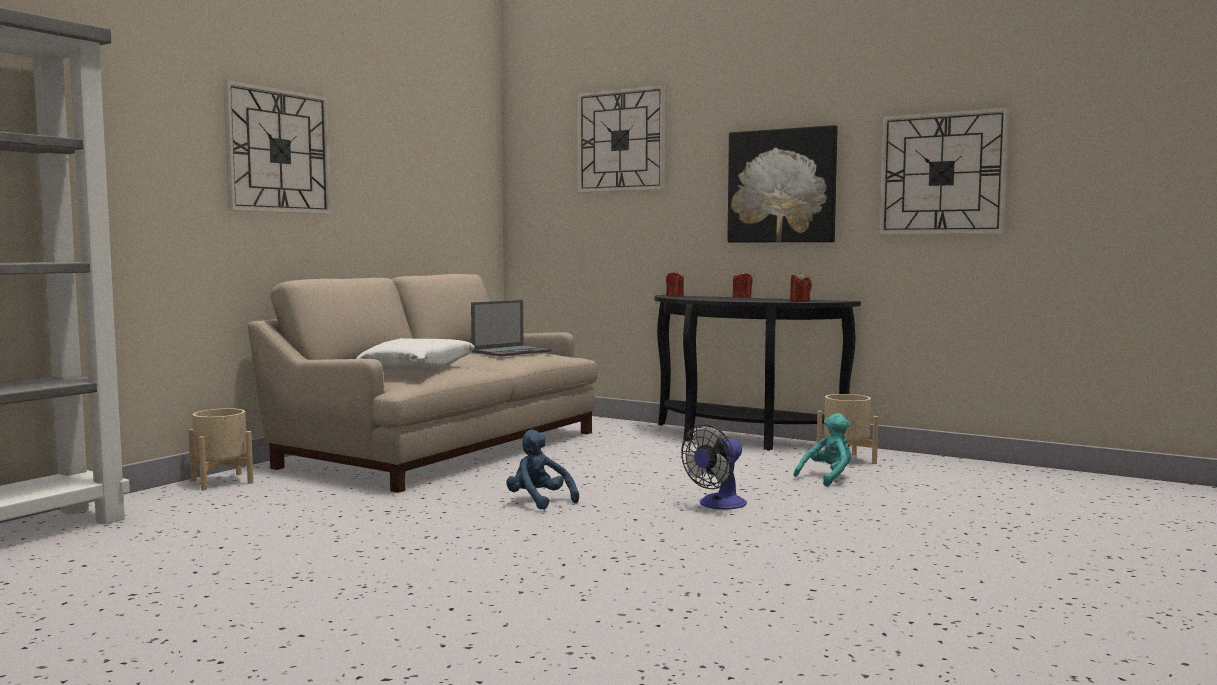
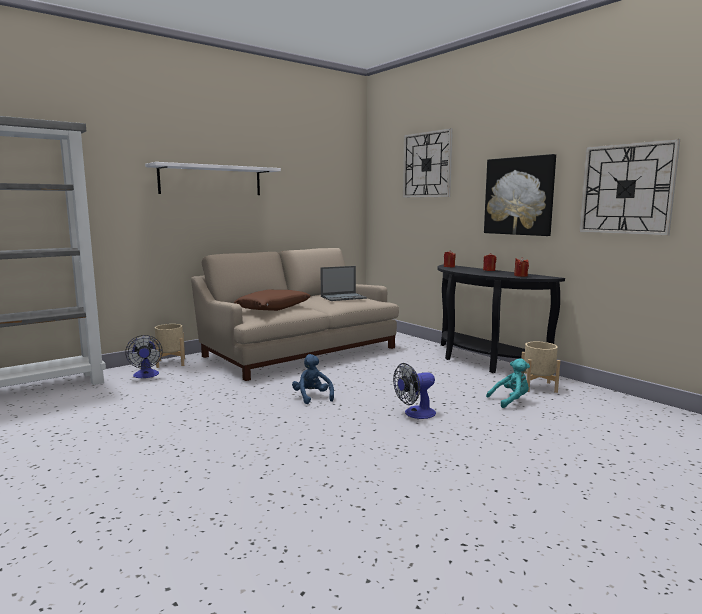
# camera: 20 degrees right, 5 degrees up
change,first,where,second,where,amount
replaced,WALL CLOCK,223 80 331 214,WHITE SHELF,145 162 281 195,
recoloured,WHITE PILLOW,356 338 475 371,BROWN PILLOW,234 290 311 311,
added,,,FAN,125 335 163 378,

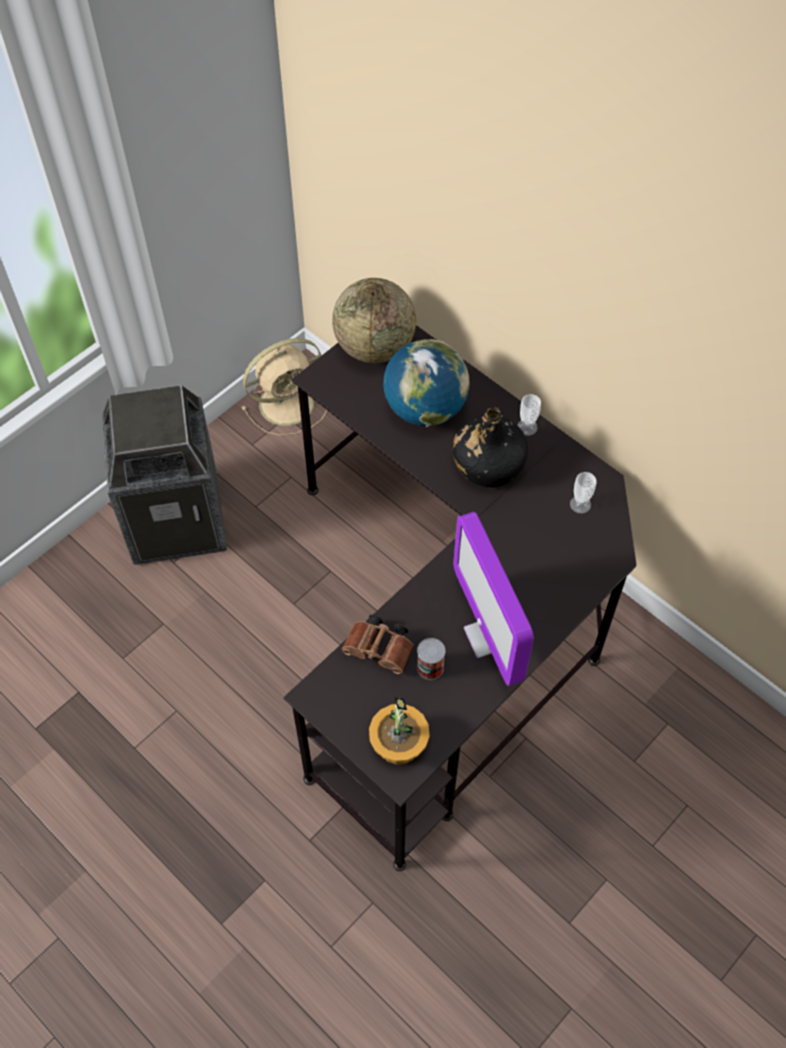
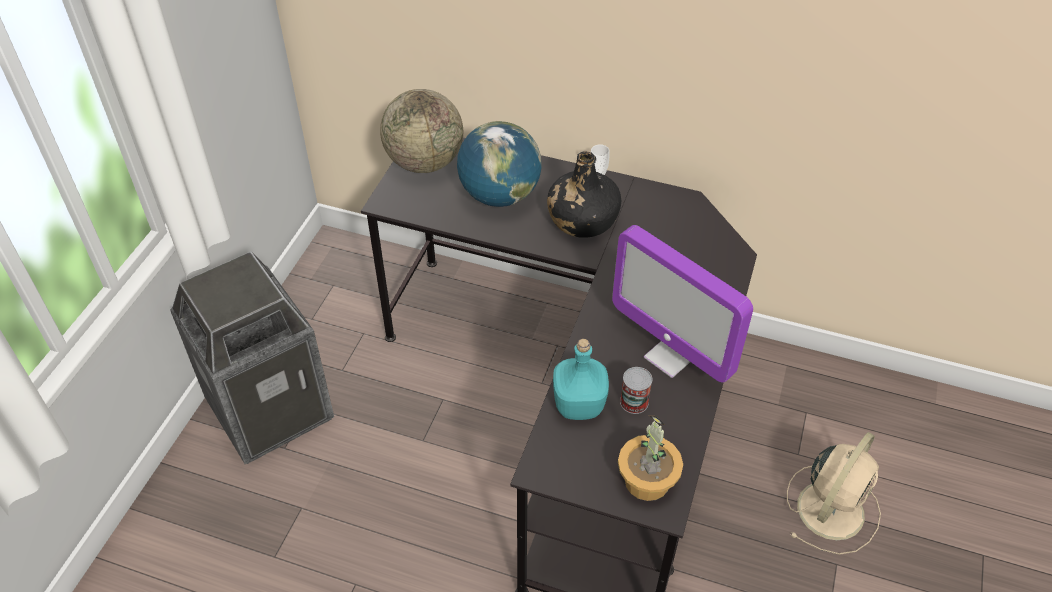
# camera: 25 degrees left, 10 degrees down
change,first,where,second,where,amount
moved,BEIGE FAN,241 338 328 436,,787 432 881 555,
replaced,BROWN BINOCULARS,342 615 413 674,TURQUOISE BOTTLE,553 339 609 420,
removed,CUP,570 472 596 513,,,

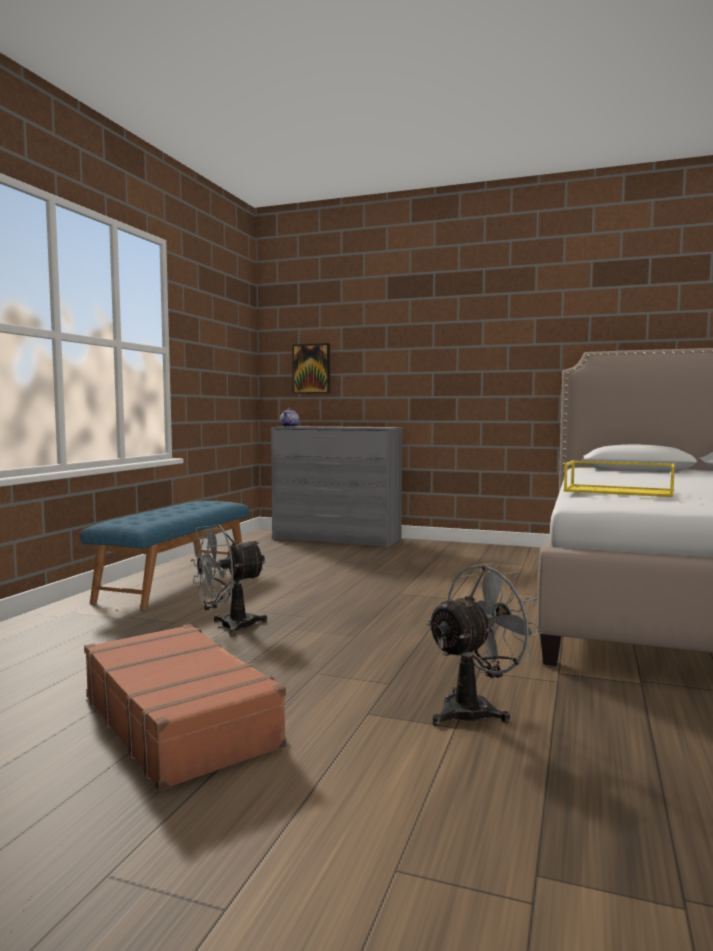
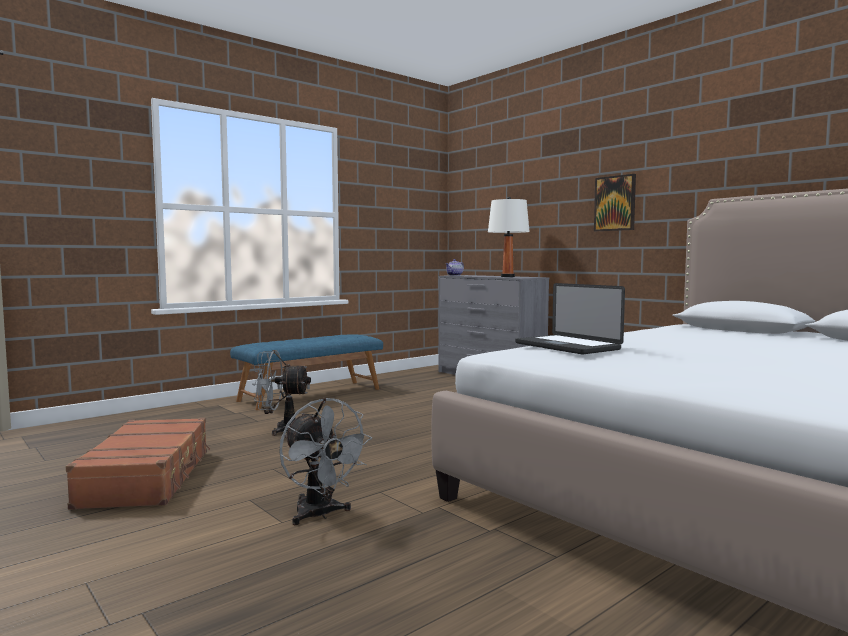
# camera: 30 degrees right, 0 degrees up
change,first,where,second,where,amount
moved,PICTURE,292 343 330 394,,594 174 636 231,
turned,GREY FAN,426 563 543 726,,279 398 372 525,60 degrees clockwise
replaced,YELLOW TRAY,563 460 675 497,LAPTOP,515 283 625 355,
added,,,WHITE TABLE LAMP,488 197 530 277,

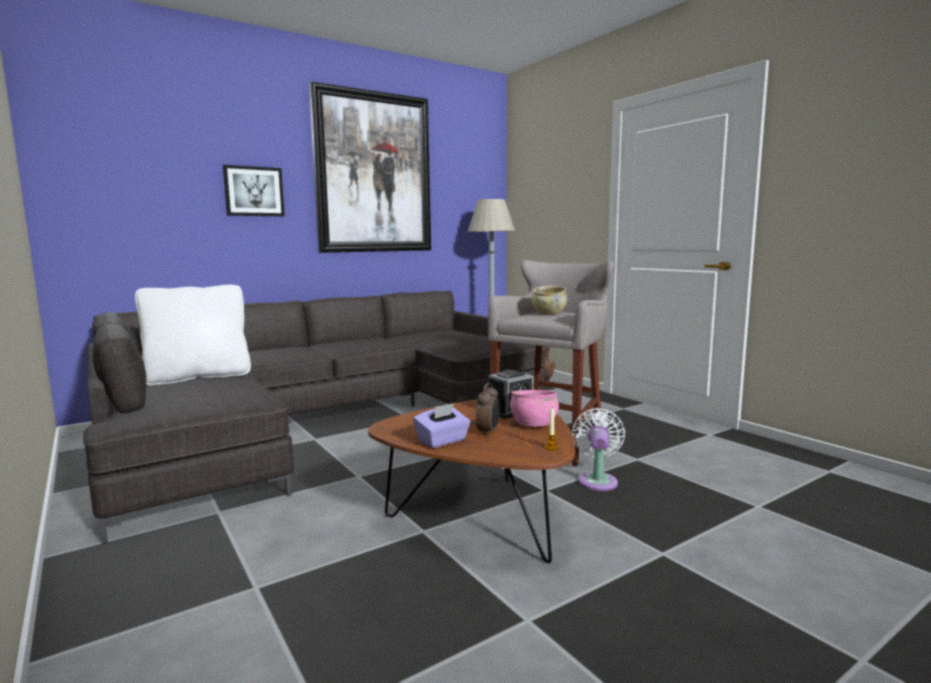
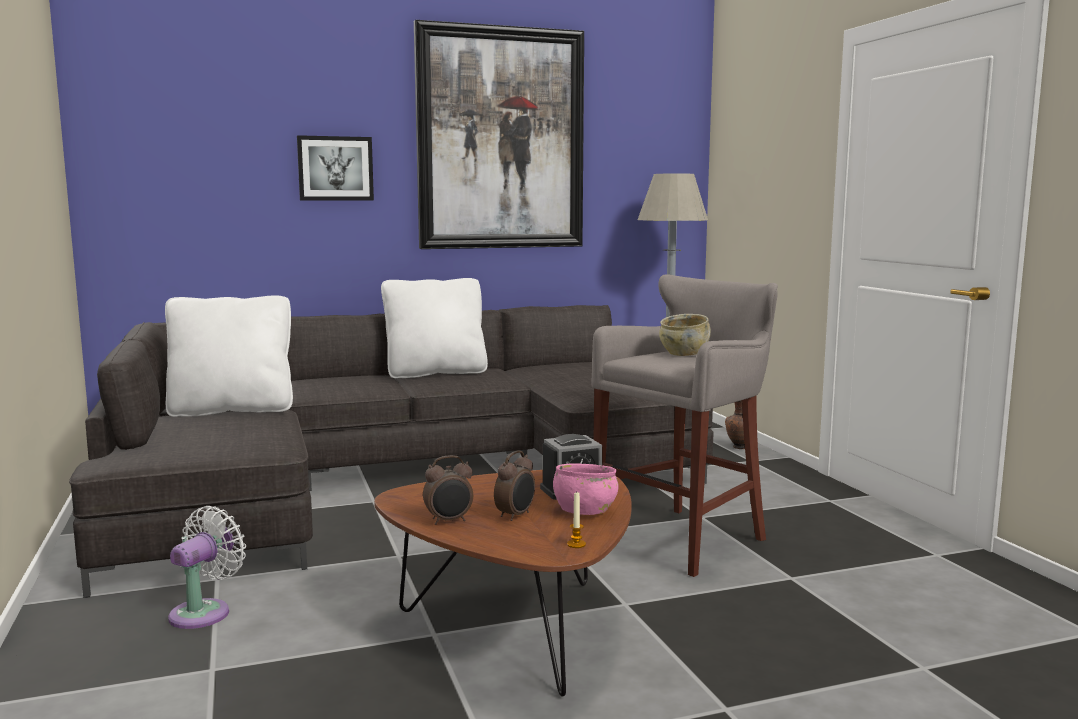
# camera: 15 degrees right, 0 degrees up
change,first,where,second,where,amount
replaced,PURPLE TISSUE BOX,413 403 470 448,ALARM CLOCK,423 455 473 525,
moved,WHITE FAN,572 408 625 491,,168 506 246 629,
added,,,WHITE PILLOW,381 278 488 378,

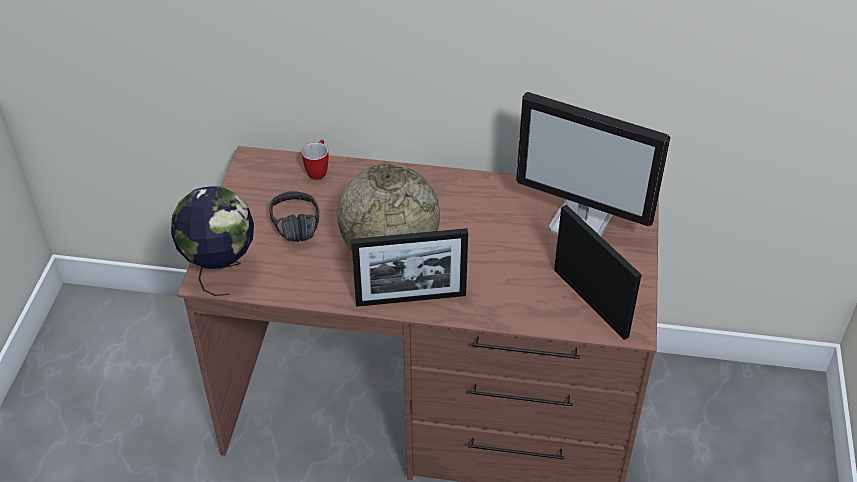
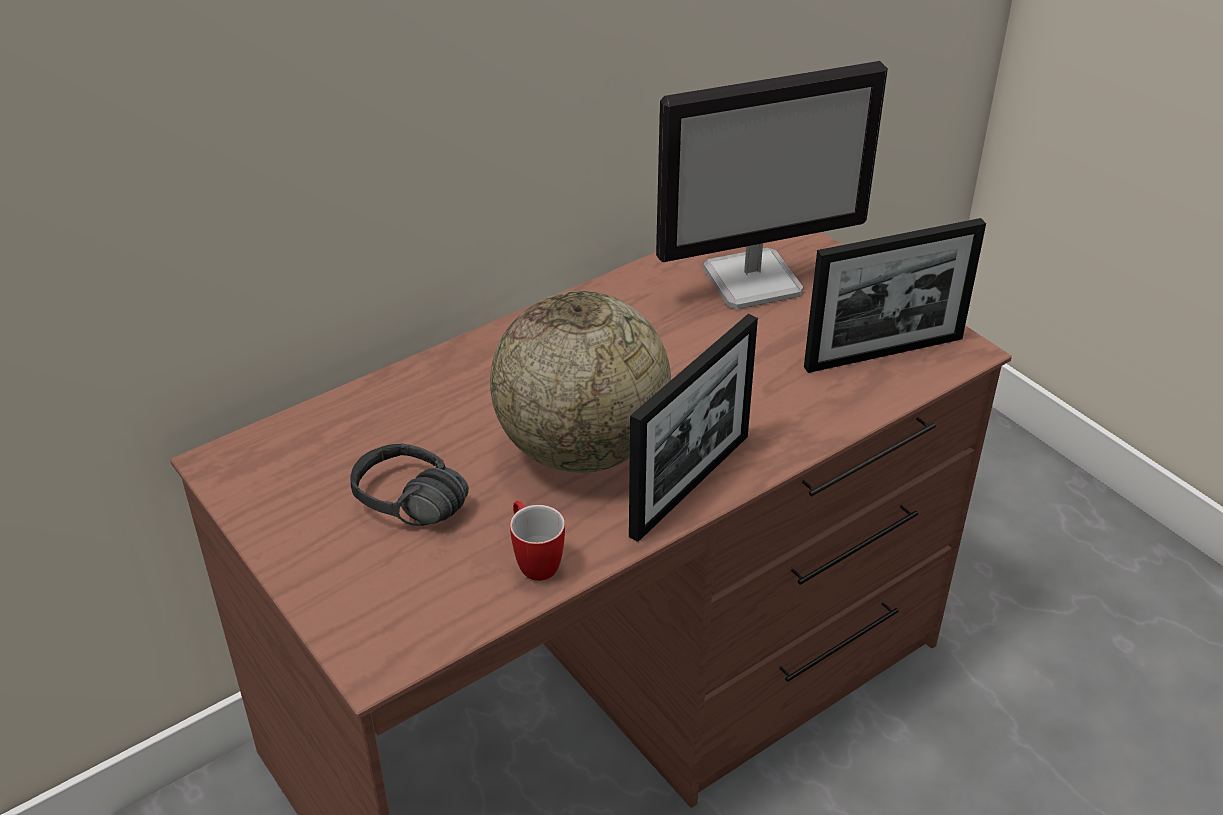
# camera: 45 degrees left, 5 degrees down
change,first,where,second,where,amount
removed,GLOBE,171 186 254 296,,,
moved,MUG,302 140 328 180,,510 501 565 581,
turned,PICTURE FRAME,554 205 642 340,,804 218 986 373,150 degrees clockwise

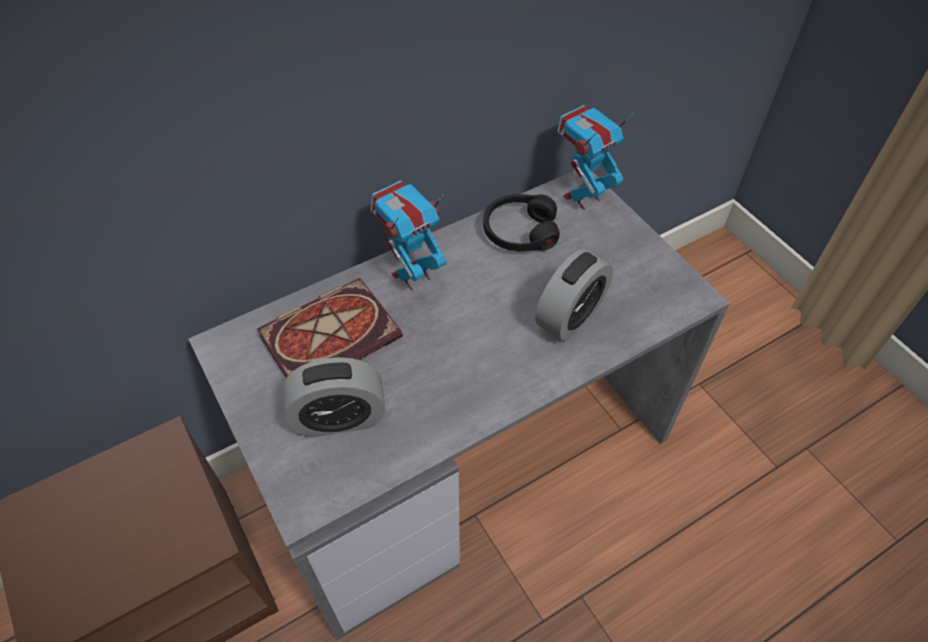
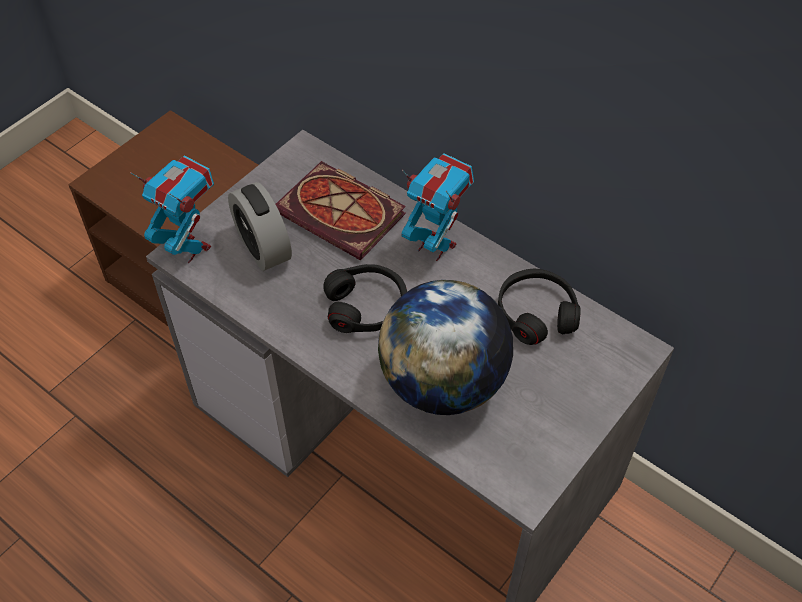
# camera: 70 degrees right, 0 degrees up
change,first,where,second,where,amount
replaced,ALARM CLOCK,535 249 613 341,GLOBE,378 280 513 415,
moved,TOY ROBOT,557 105 634 210,,130 156 214 264,
added,,,BLACK HEADPHONES,323 264 407 333,

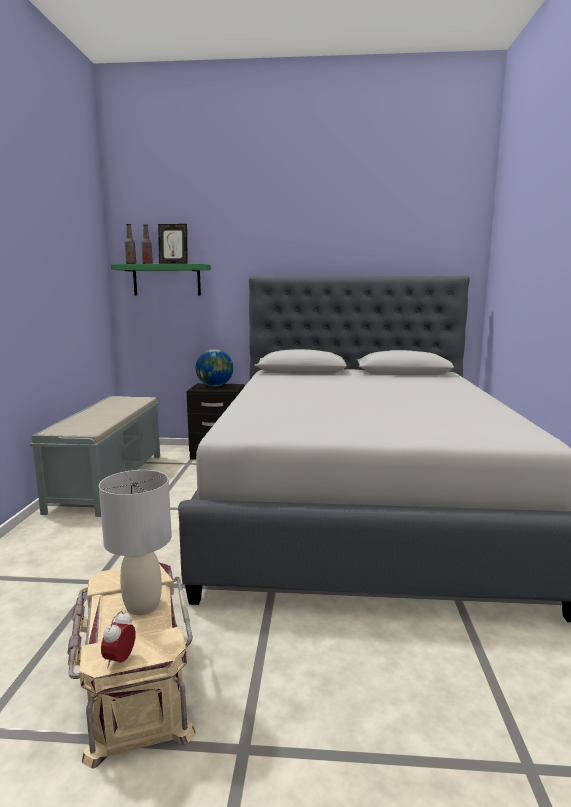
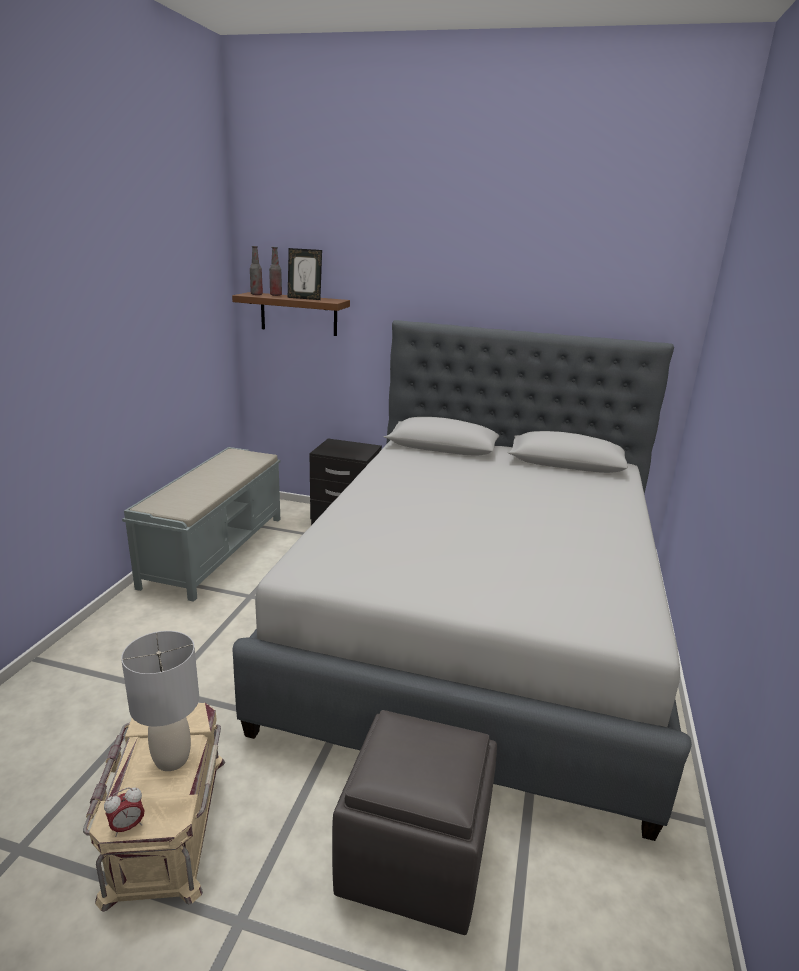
# camera: 10 degrees right, 10 degrees up
change,first,where,second,where,amount
turned,ALARM CLOCK,101 611 136 669,,104 787 145 837,150 degrees counterclockwise
recoloured,GREEN SHELF,111 264 211 296,BROWN SHELF,232 292 350 336,
removed,GLOBE,196 349 233 387,,,
added,,,GREY OTTOMAN,332 710 497 935,

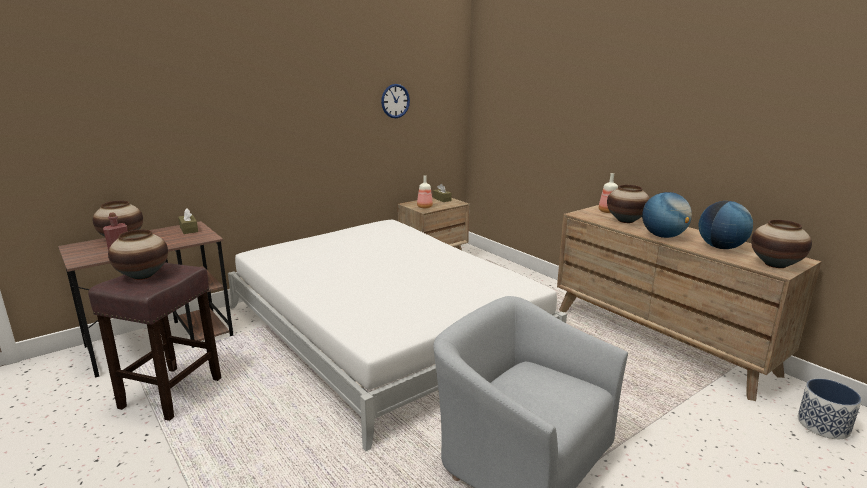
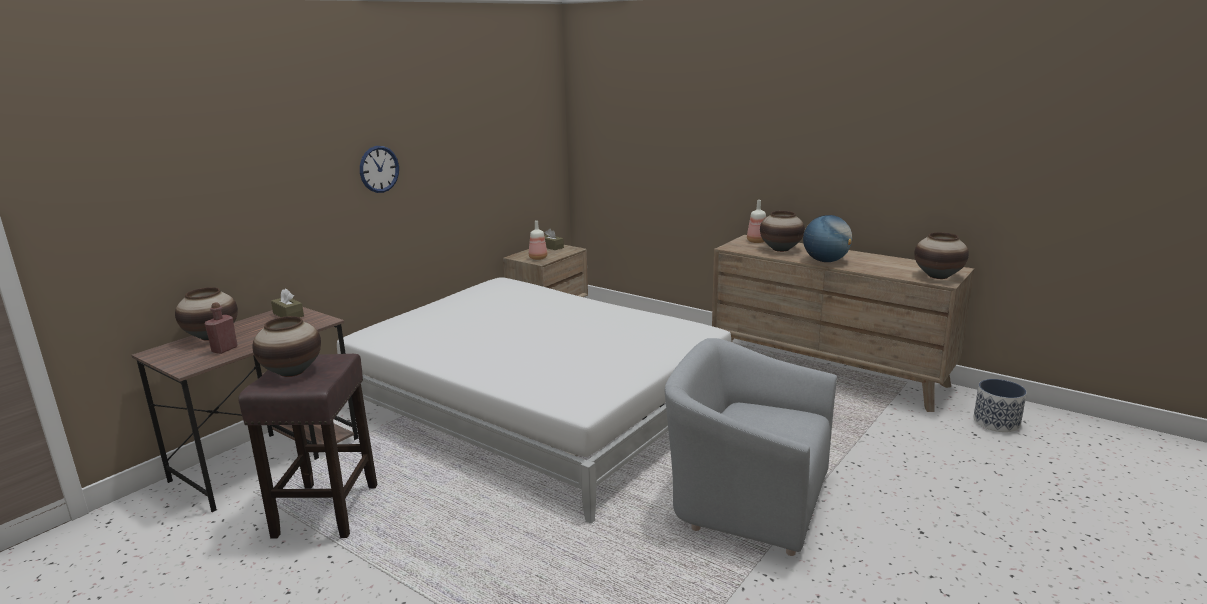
# camera: 15 degrees left, 0 degrees up
change,first,where,second,where,amount
moved,WALL CLOCK,381 84 410 118,,360 146 399 193,
removed,GLOBE,698 201 753 249,,,

